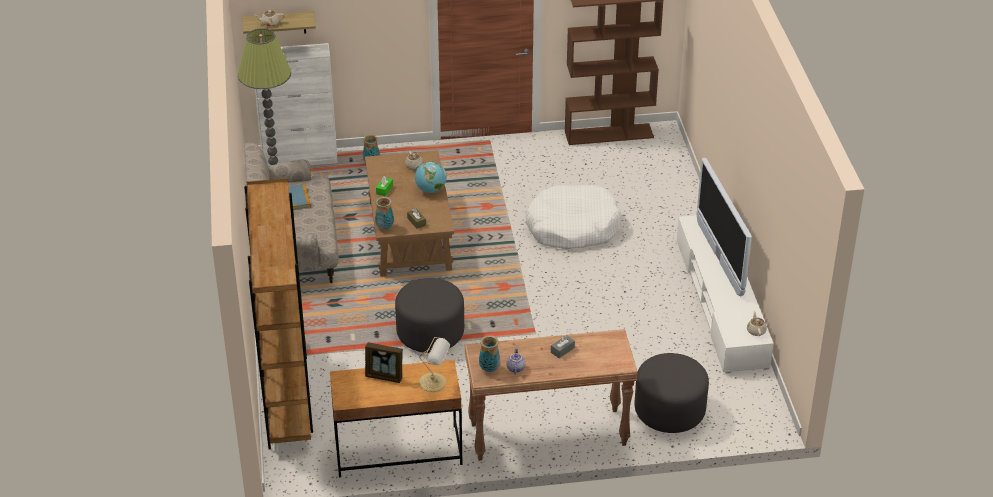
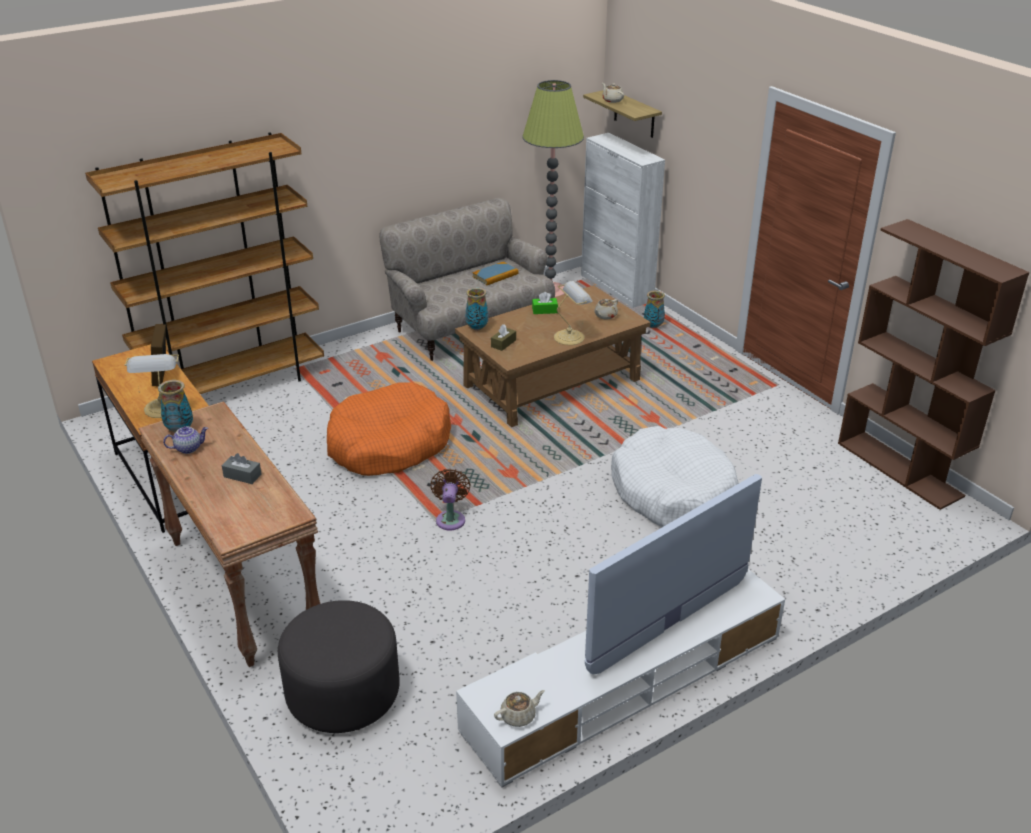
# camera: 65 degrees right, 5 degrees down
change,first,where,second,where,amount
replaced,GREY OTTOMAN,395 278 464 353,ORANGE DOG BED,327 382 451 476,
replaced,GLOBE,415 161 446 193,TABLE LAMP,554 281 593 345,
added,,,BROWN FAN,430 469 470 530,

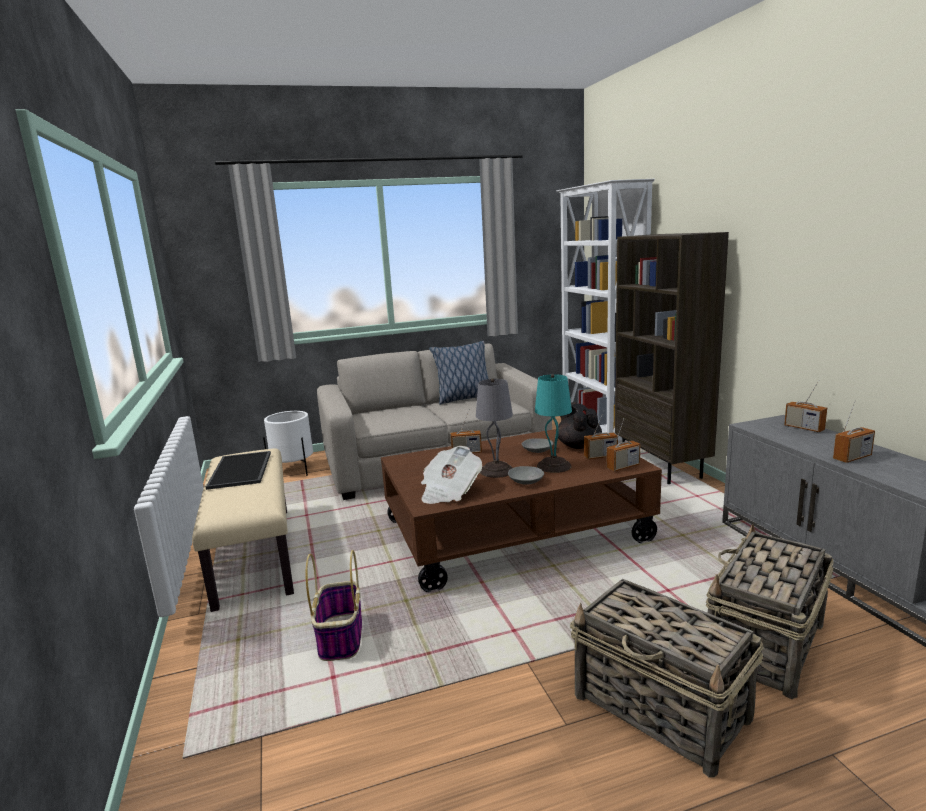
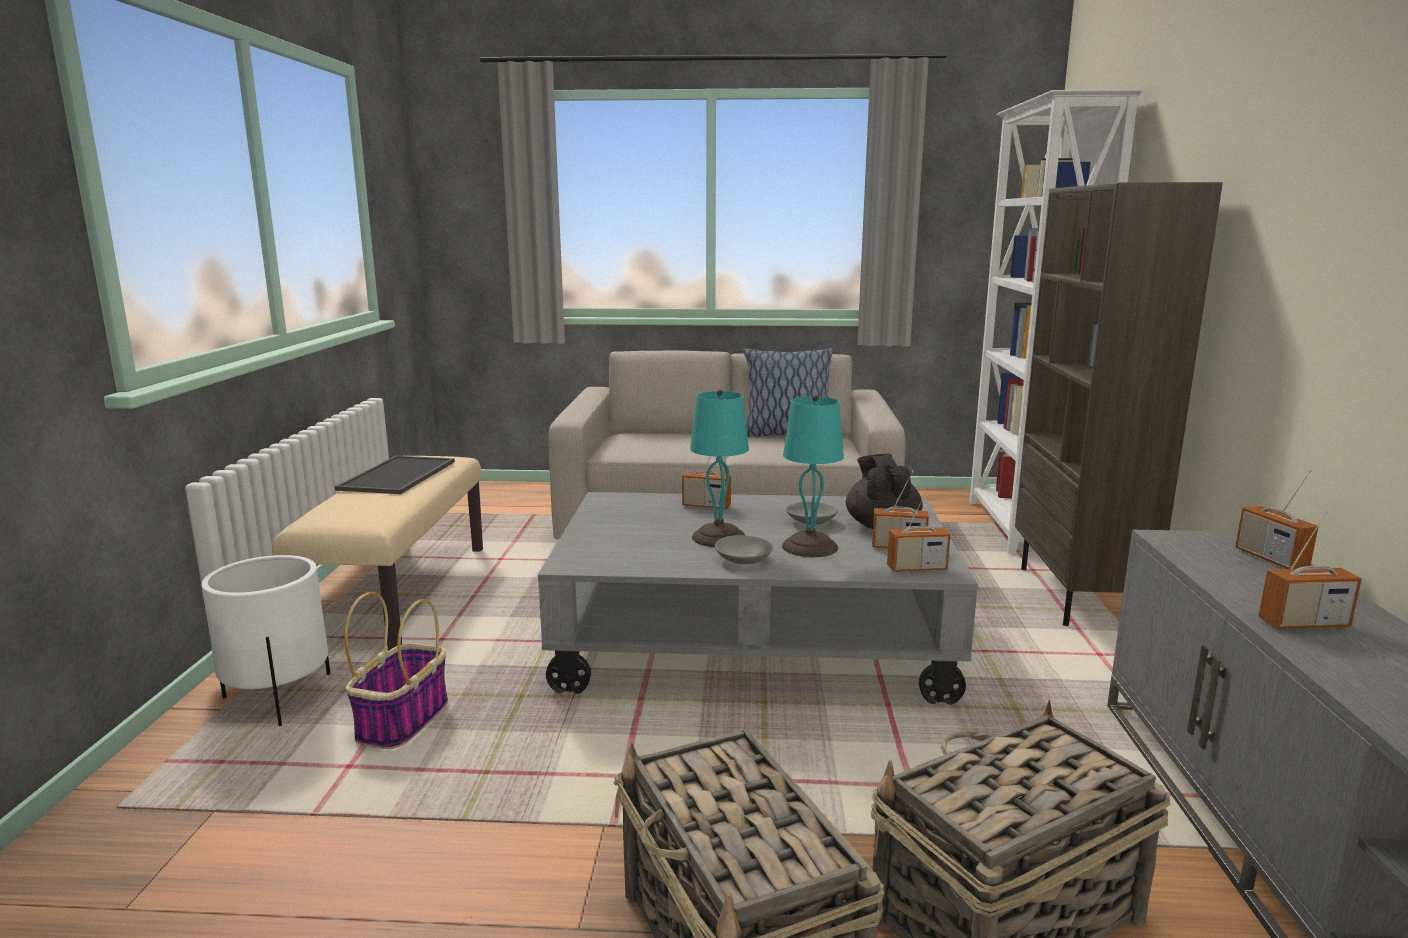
# camera: 20 degrees right, 0 degrees up
change,first,where,second,where,amount
moved,WHITE PLANTER,263 411 313 476,,201 555 330 726,
recoloured,BROWN COFFEE TABLE,381 429 662 592,GREY COFFEE TABLE,538 492 978 704,
removed,NEWSPAPER,421 446 482 504,,,
recoloured,GREY TABLE LAMP,476 379 513 478,TURQUOISE TABLE LAMP,690 390 749 547,

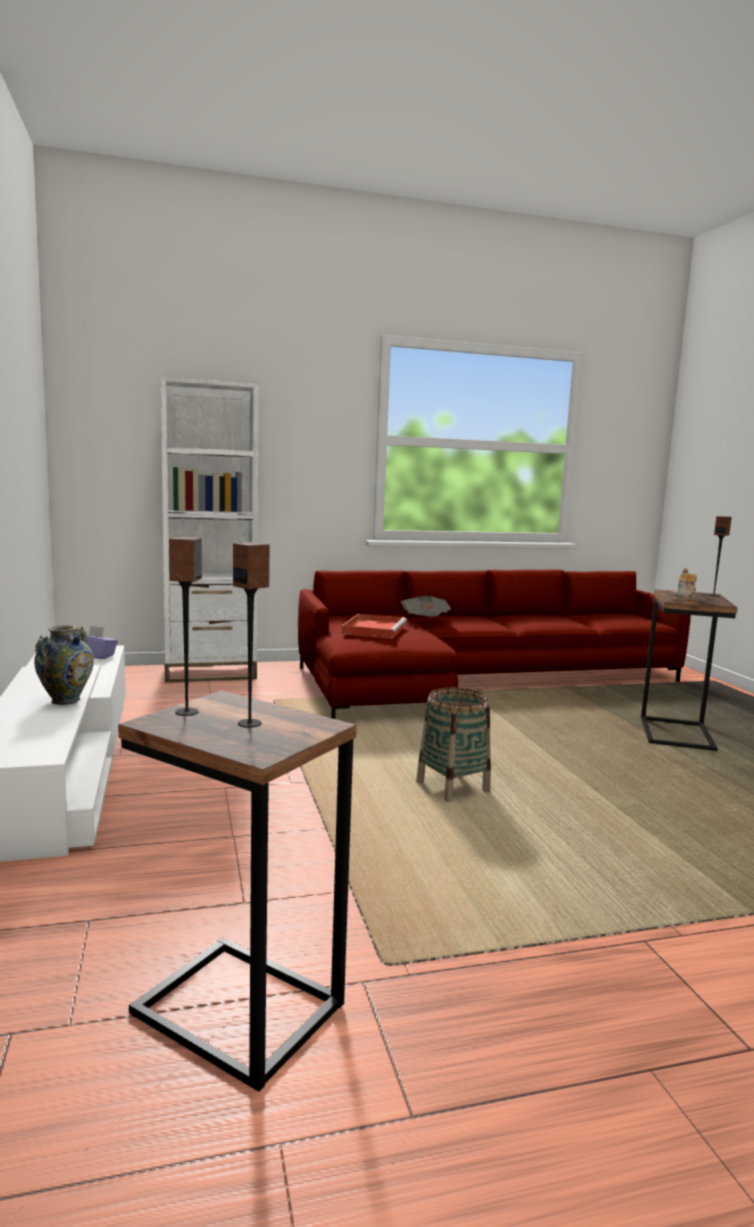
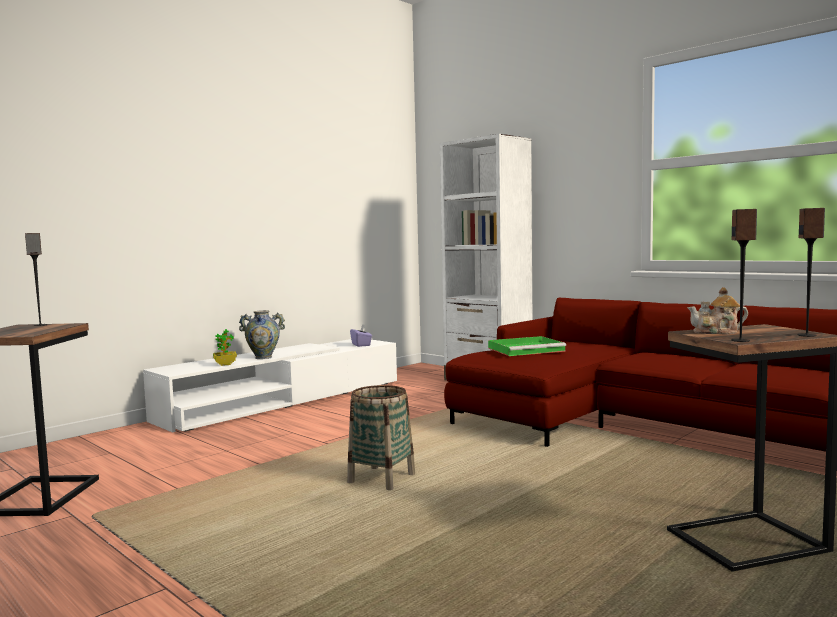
# camera: 60 degrees right, 5 degrees down
change,first,where,second,where,amount
moved,SPEAKER,233 542 270 728,,731 209 757 342,
recoloured,RED TRAY,342 614 406 639,GREEN TRAY,488 336 566 356,
removed,NEWSPAPER,401 596 451 617,,,
added,,,POTTED PLANT,213 329 237 366,

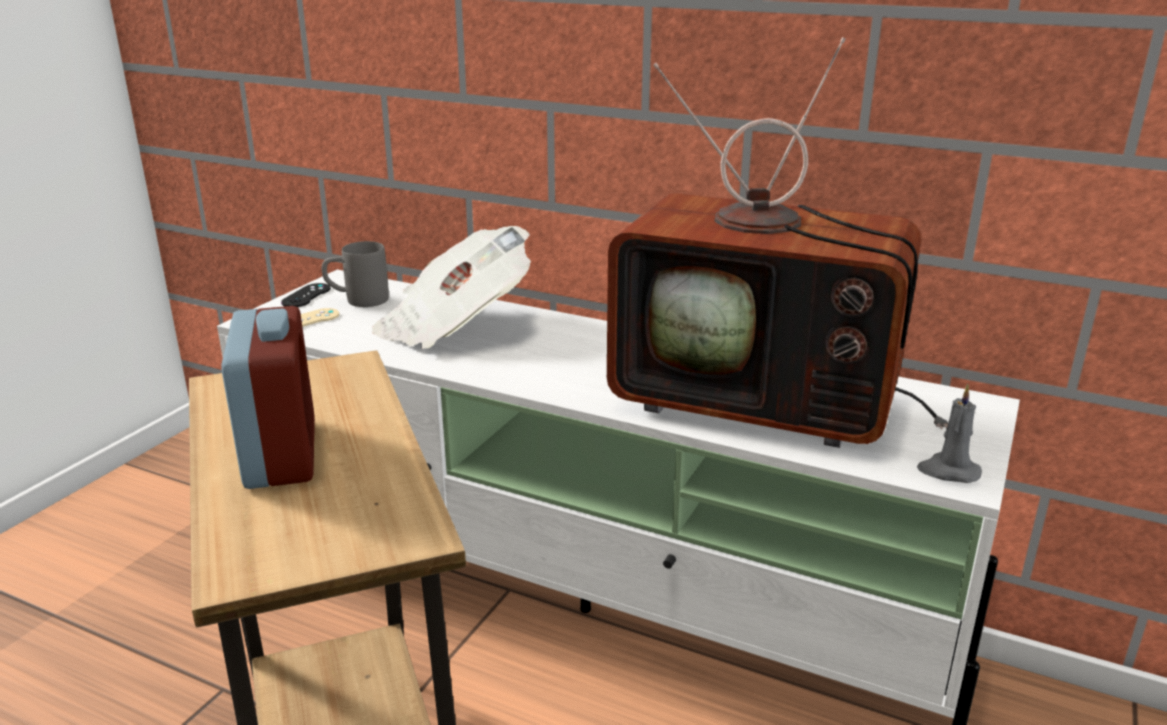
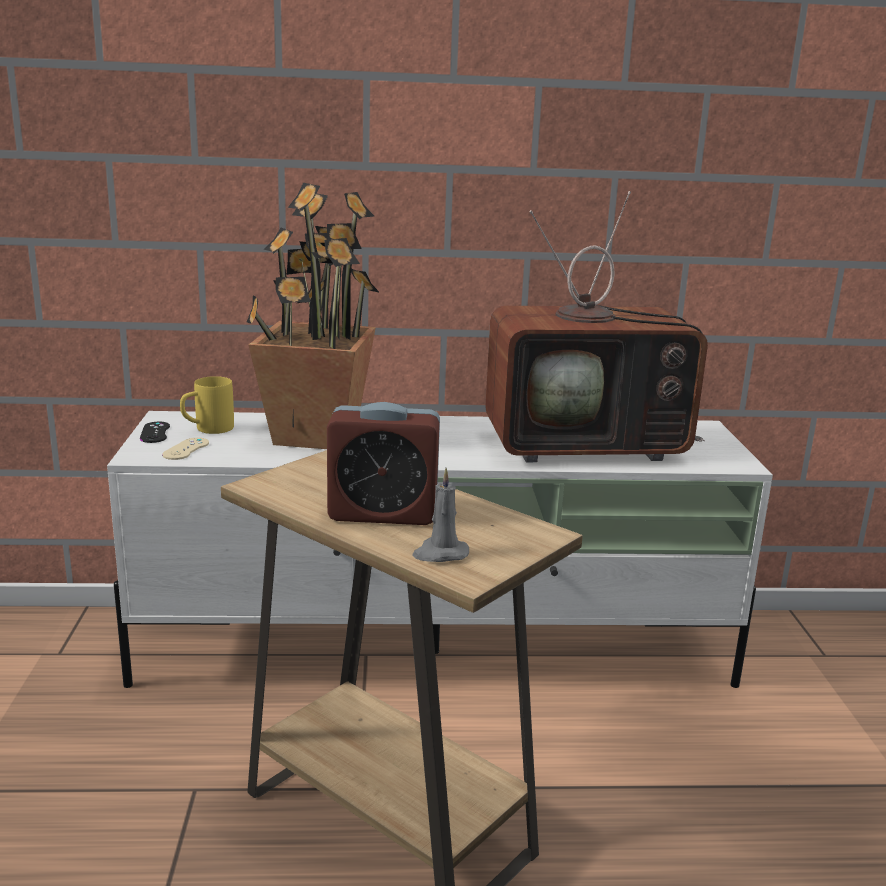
# camera: 30 degrees left, 5 degrees down
change,first,where,second,where,amount
turned,ALARM CLOCK,221 306 315 489,,327 402 440 525,135 degrees clockwise
recoloured,GREY MUG,322 241 389 307,YELLOW MUG,180 376 234 434,
replaced,NEWSPAPER,372 226 531 349,POTTED PLANT,247 183 380 449,
moved,GREY CANDLE,917 384 982 483,,413 468 469 562,

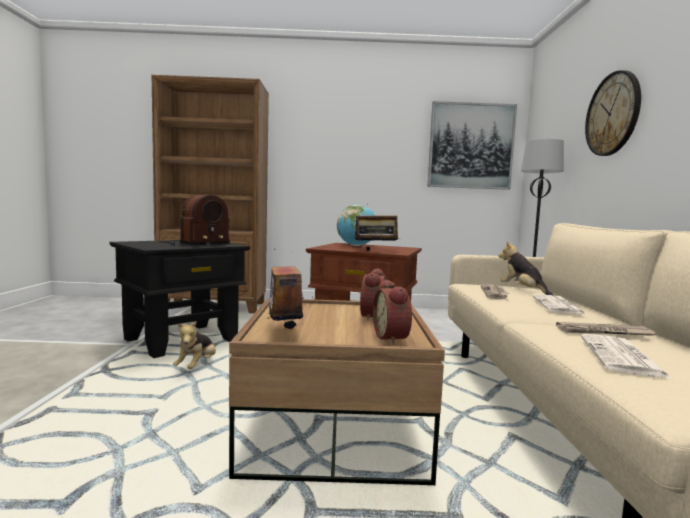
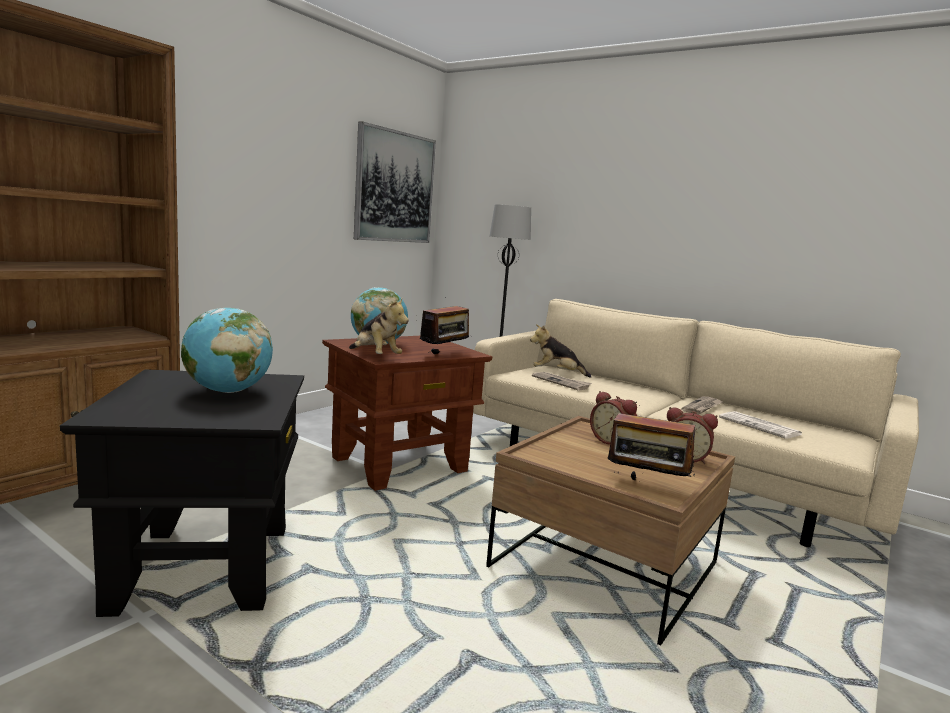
# camera: 55 degrees left, 5 degrees up
change,first,where,second,where,amount
replaced,RADIO,159 195 230 246,GLOBE,181 308 273 393,
moved,PLUSH TOY,173 321 216 369,,349 298 409 354,
removed,NEWSPAPER,532 294 587 315,,,
removed,WALL CLOCK,585 70 641 156,,,

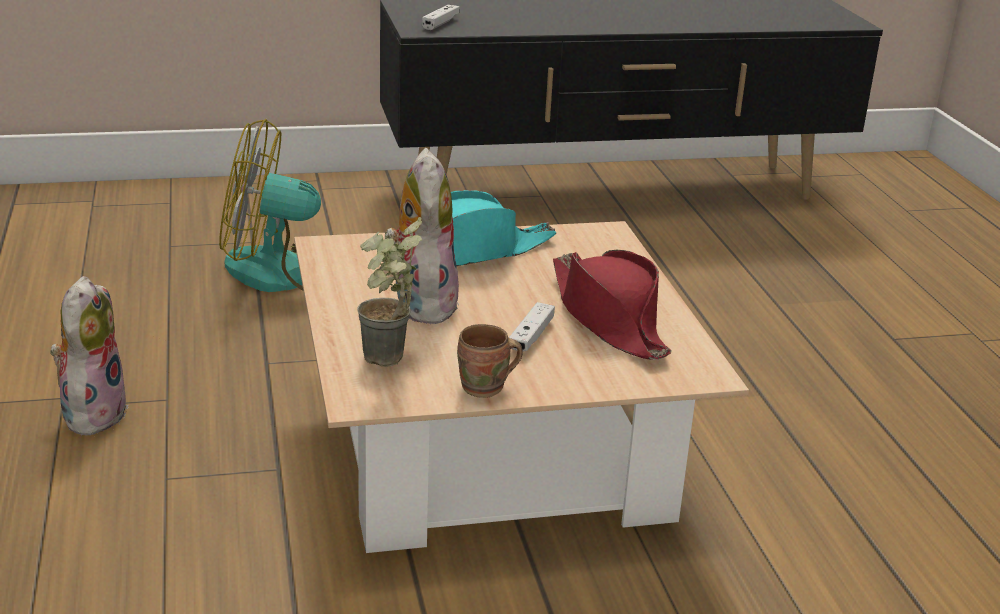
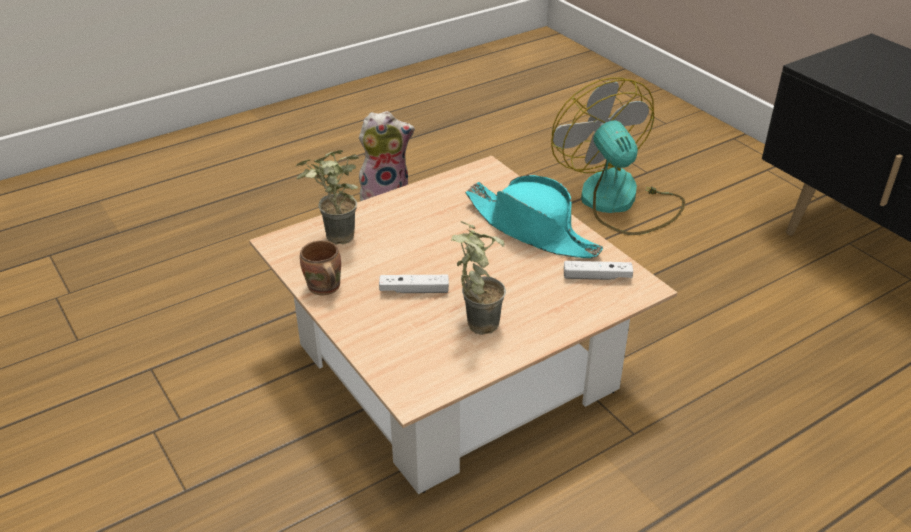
# camera: 70 degrees right, 10 degrees up
change,first,where,second,where,amount
removed,PLUSH TOY,385 148 459 324,,,
moved,WHITE GAME CONTROLLER,422 4 459 30,,564 261 633 280,
replaced,RED HAT,553 249 671 360,POTTED PLANT,451 221 506 335,

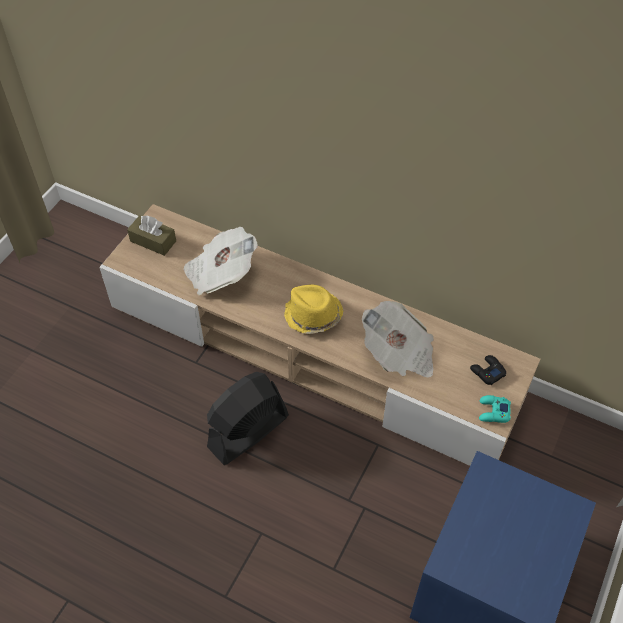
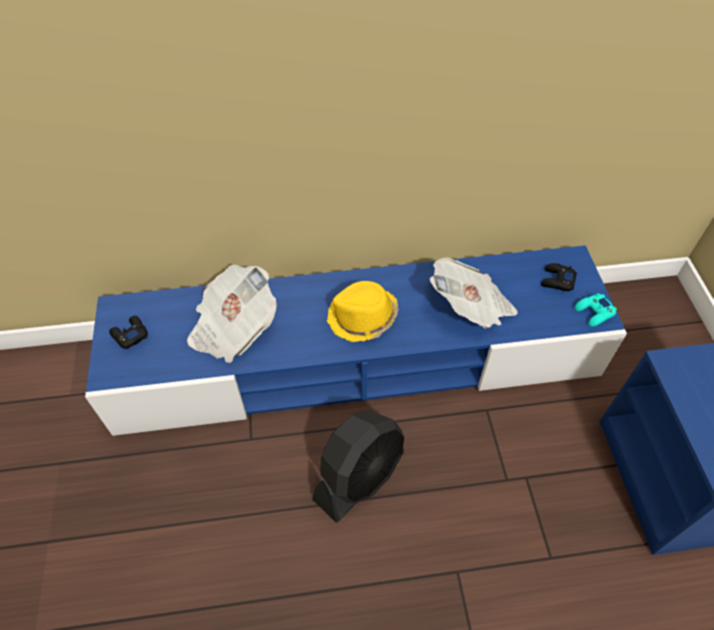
# camera: 35 degrees left, 0 degrees up
change,first,where,second,where,amount
recoloured,BEIGE TV STAND,99 204 540 466,BLUE TV STAND,85 245 627 436,
replaced,BROWN TISSUE BOX,127 215 176 256,BLACK GAME CONTROLLER,109 316 148 349,
turned,BLACK FAN,207 372 289 465,,313 410 404 523,150 degrees counterclockwise

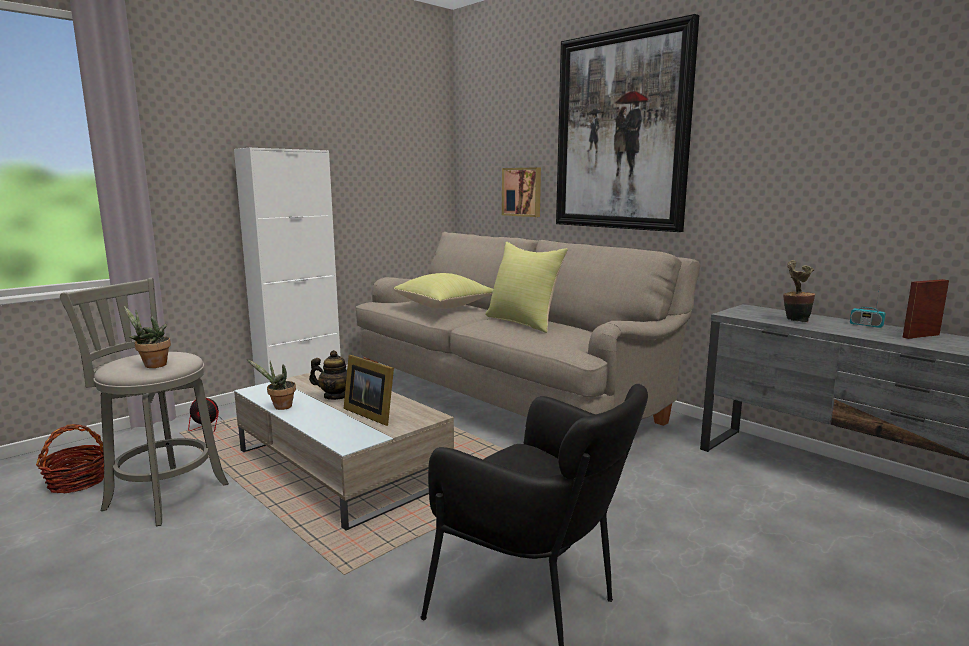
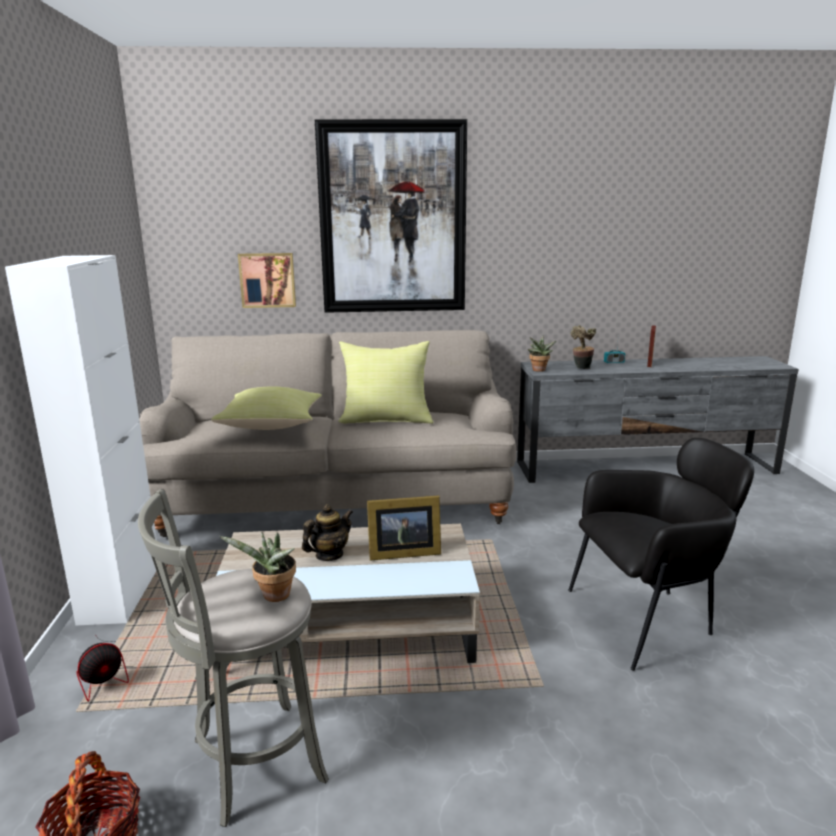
# camera: 50 degrees left, 5 degrees up
change,first,where,second,where,amount
moved,POTTED PLANT,247 359 296 410,,528 336 556 372,

